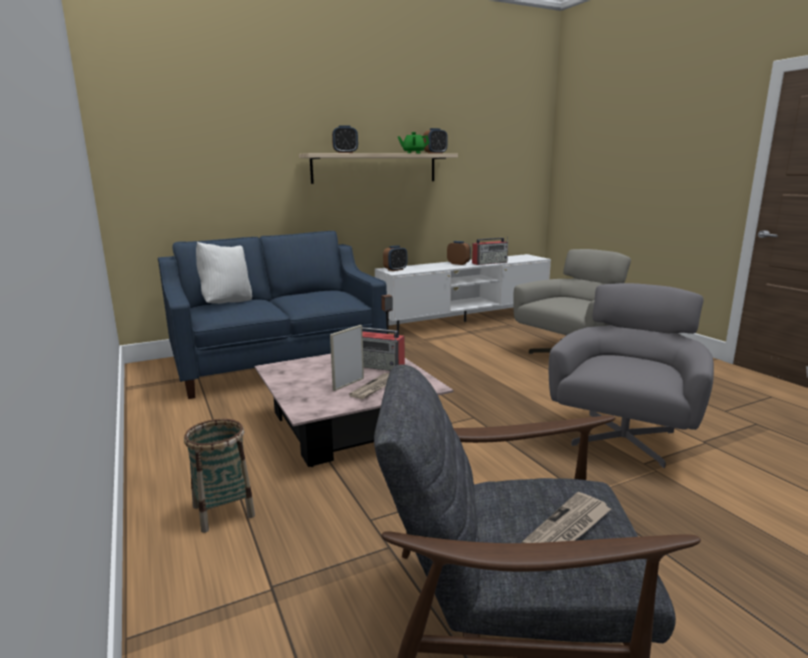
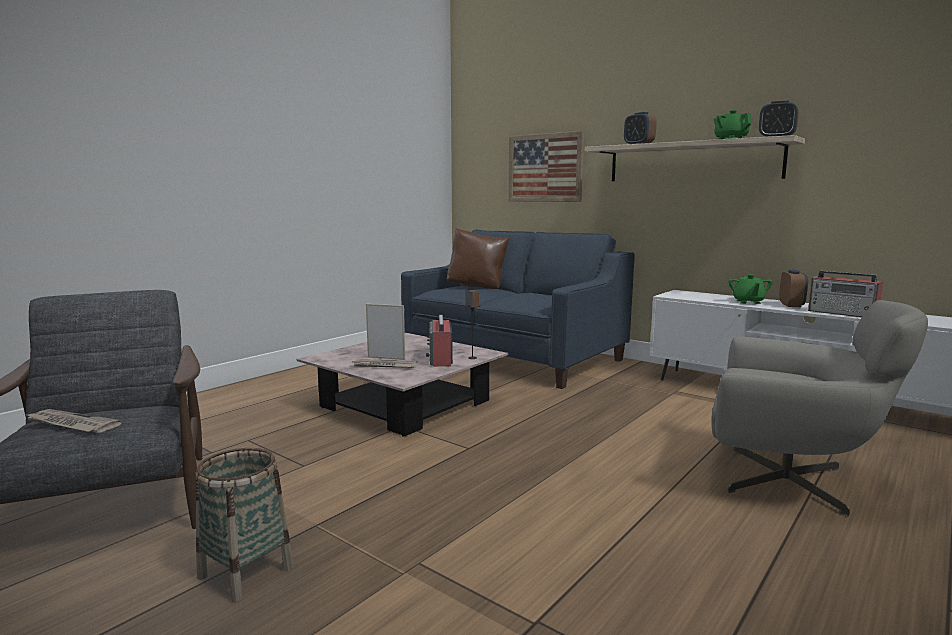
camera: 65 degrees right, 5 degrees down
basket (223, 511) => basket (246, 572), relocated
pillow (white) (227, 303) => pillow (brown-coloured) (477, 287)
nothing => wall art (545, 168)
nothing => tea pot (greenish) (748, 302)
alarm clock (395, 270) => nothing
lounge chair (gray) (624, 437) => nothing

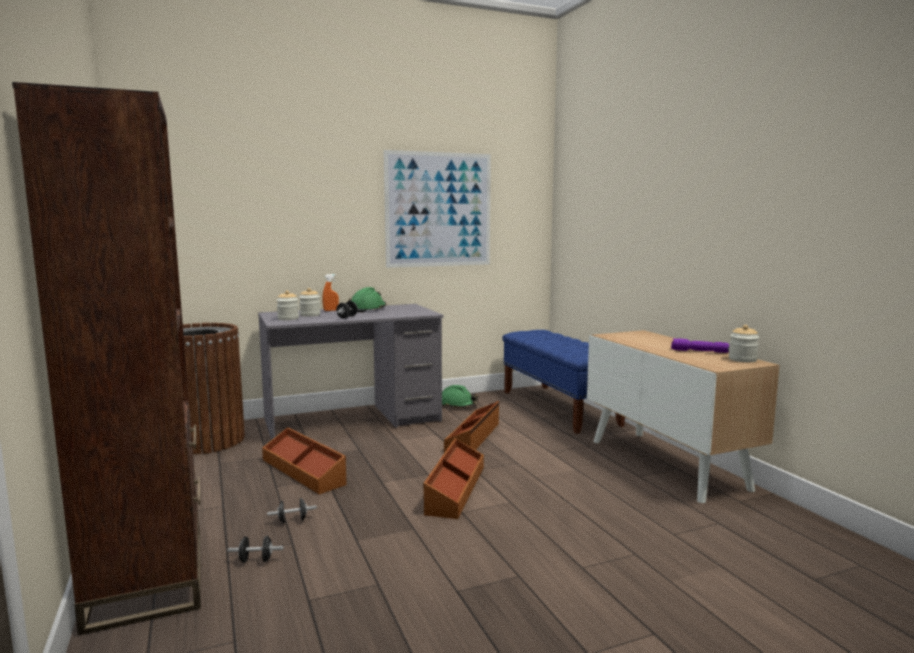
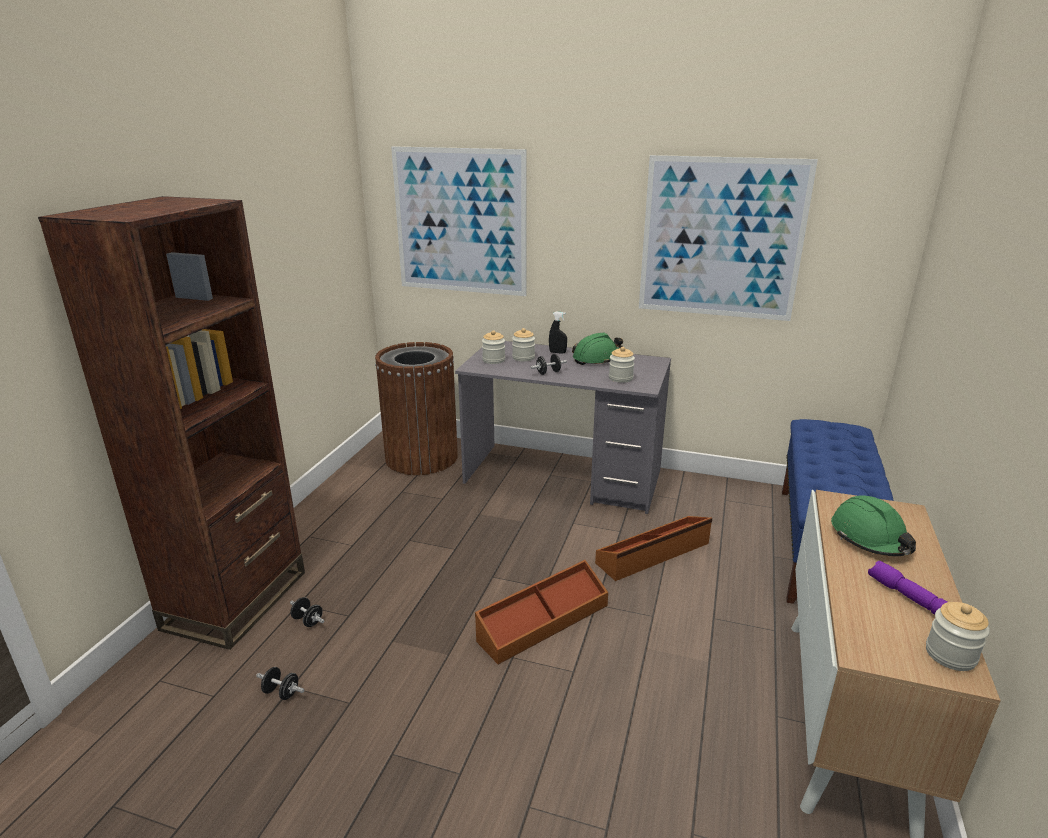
camera: 40 degrees right, 15 degrees up
hand weight (blackish) (292, 520) => hand weight (blackish) (281, 692), relocated
nothing => wall art (460, 222)
sprayer (orange) (331, 310) => sprayer (blackish) (557, 352)
nothing => preserve jar (620, 378)
hard hat (greenish) (458, 405) => hard hat (greenish) (870, 538), relocated
storage bin (brown-coloured) (304, 471) => nothing

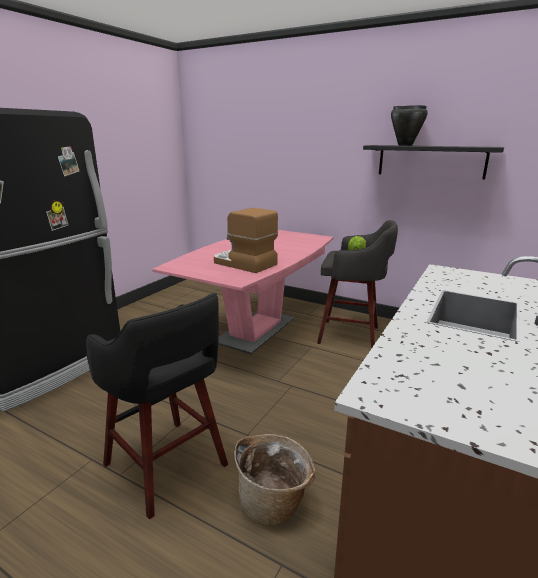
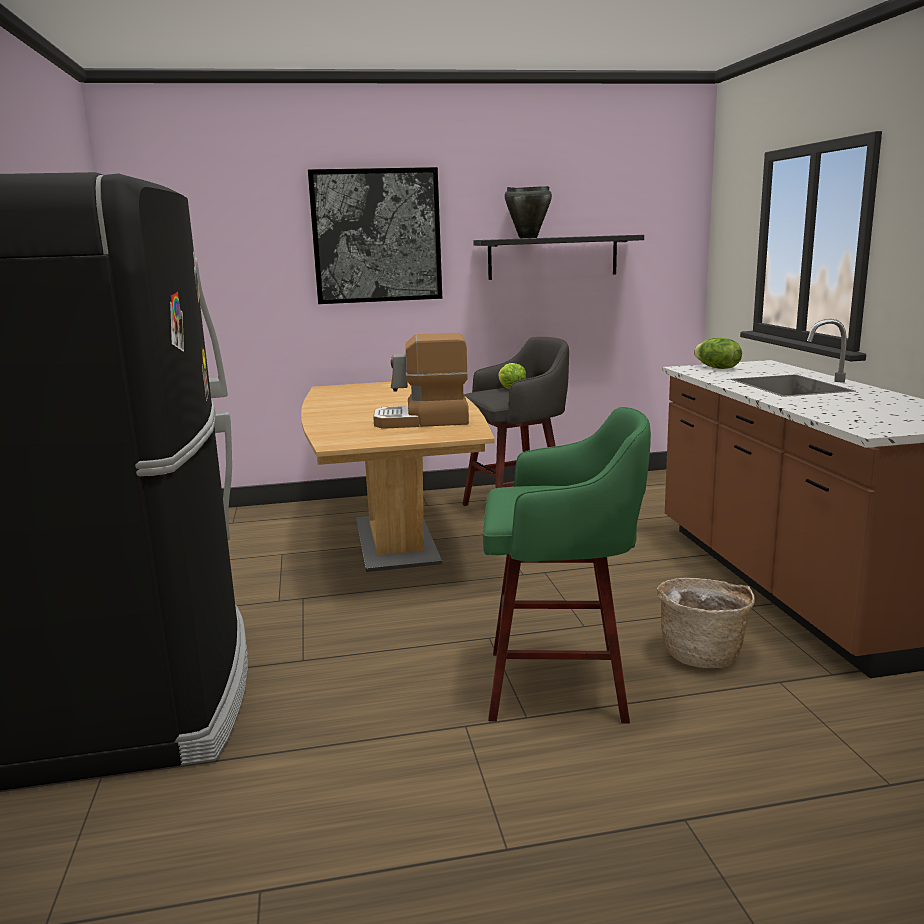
camera: 40 degrees left, 5 degrees down
kitchen table (pink-coloured) (256, 330) => kitchen table (brown-coloured) (396, 541)
nothing => wall art (376, 236)
stool seat (blackish) (168, 467) => stool seat (greenish) (562, 685)
nothing => lettuce (716, 368)

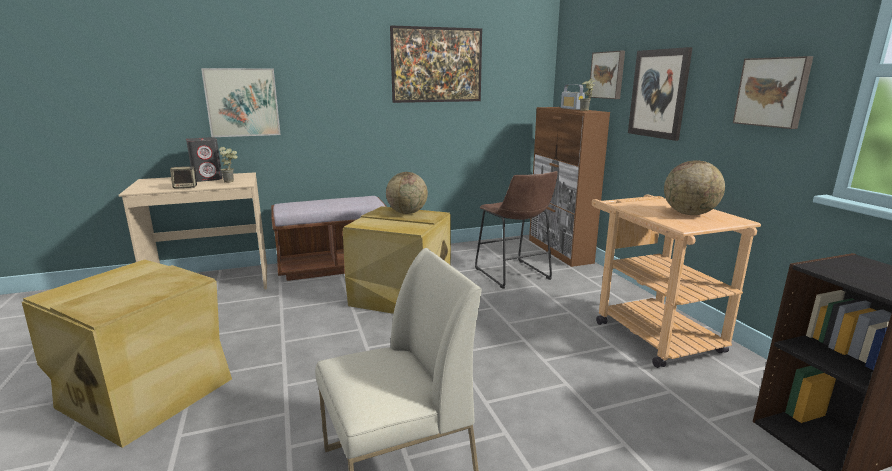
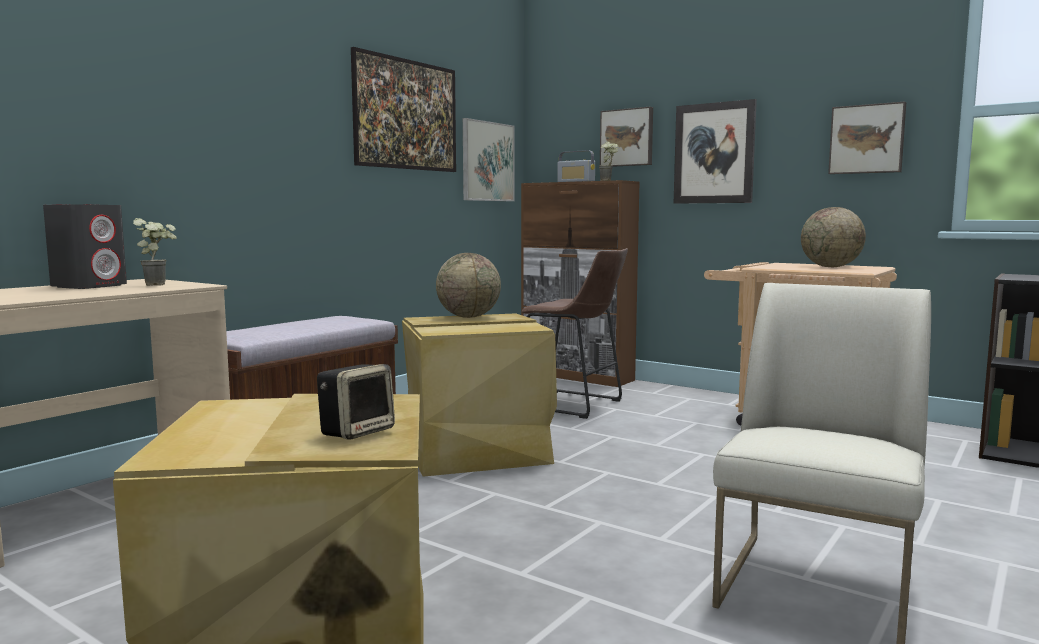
camera: 35 degrees left, 10 degrees down
speaker (186, 187) => speaker (357, 431), relocated
wall art (242, 102) => wall art (488, 161), relocated

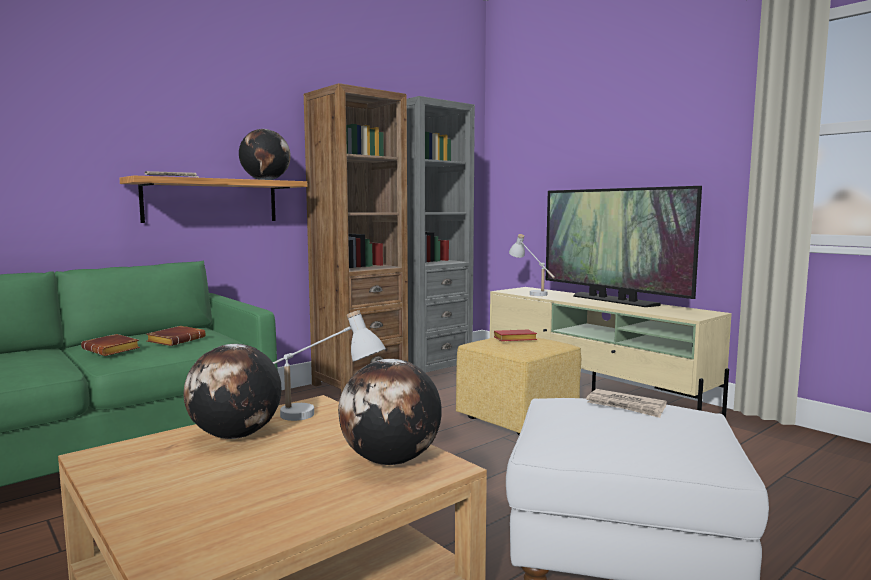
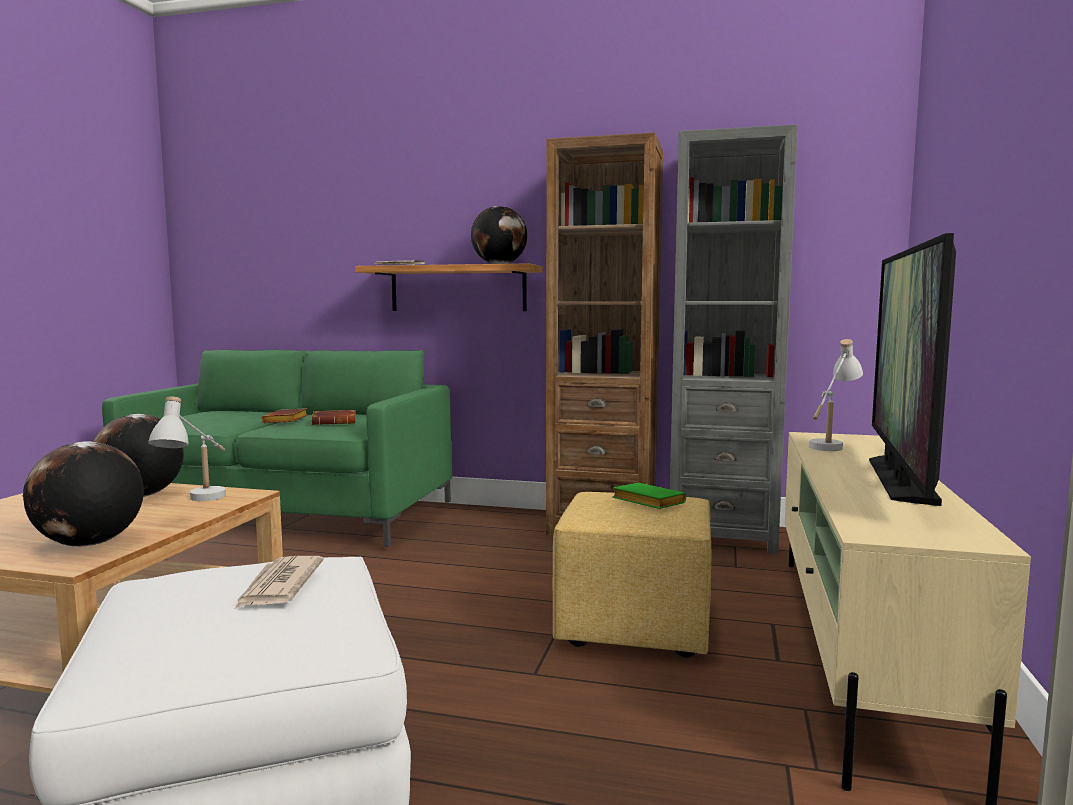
camera: 55 degrees right, 0 degrees up
volume (red-coloured) (514, 340) => volume (greenish) (646, 502)

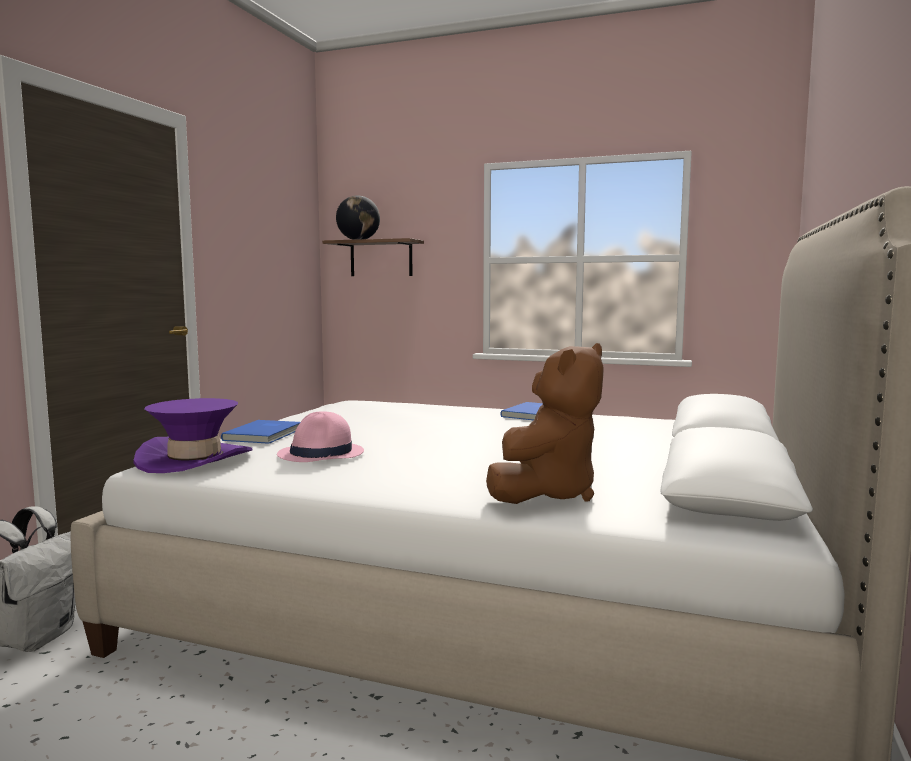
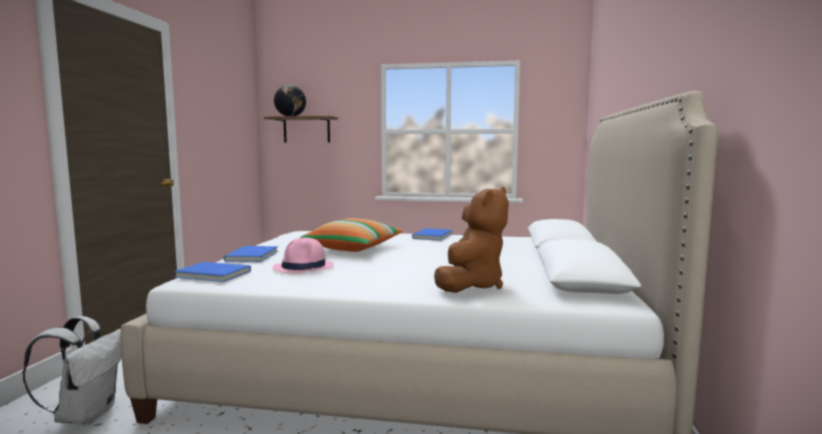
camera: 10 degrees left, 0 degrees up
hat (purple-coloured) (195, 459) => volume (blue-coloured) (213, 274)
nothing => pillow (353, 248)

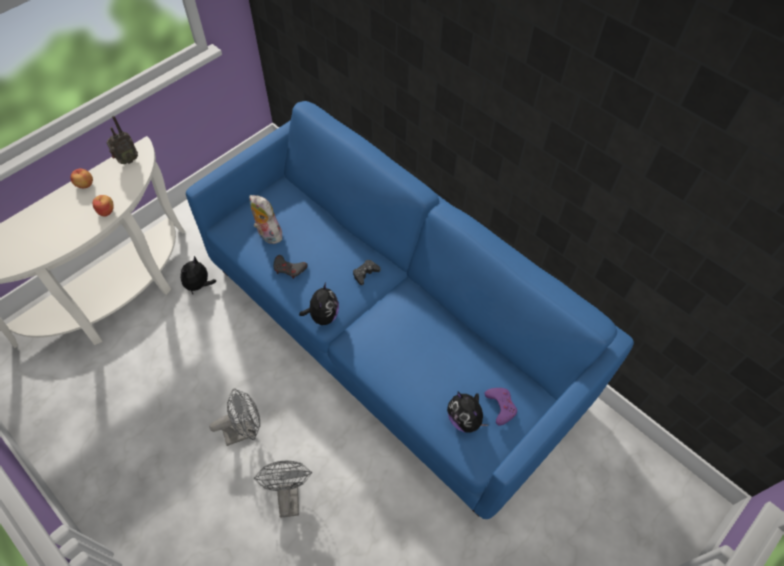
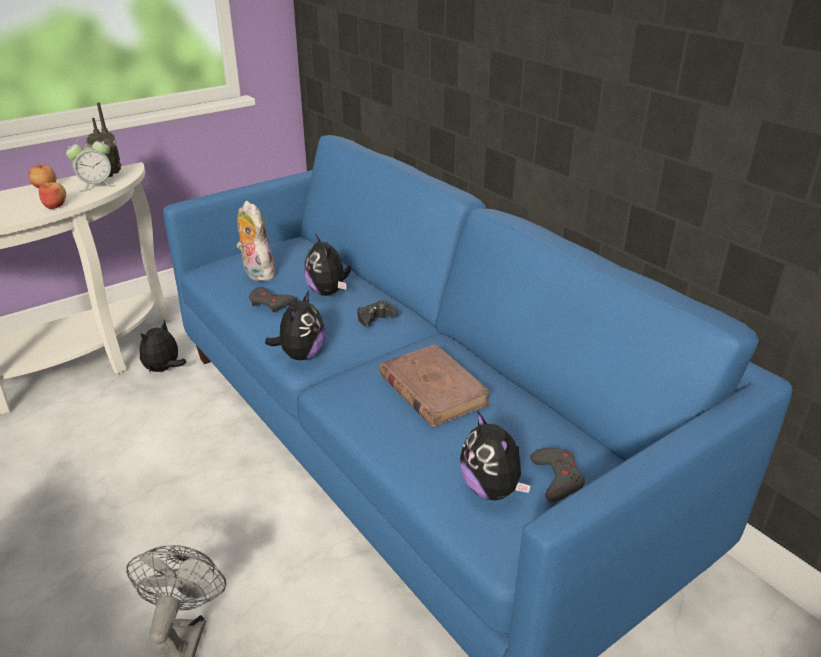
camera: 10 degrees right, 25 degrees down
nothing => alarm clock (96, 185)
nothing => plush toy (328, 292)
nothing => volume (brown-coloured) (433, 389)
joypad (purple-coloured) (500, 406) => joypad (gray) (557, 478)
electric fan (gray) (245, 430) => nothing

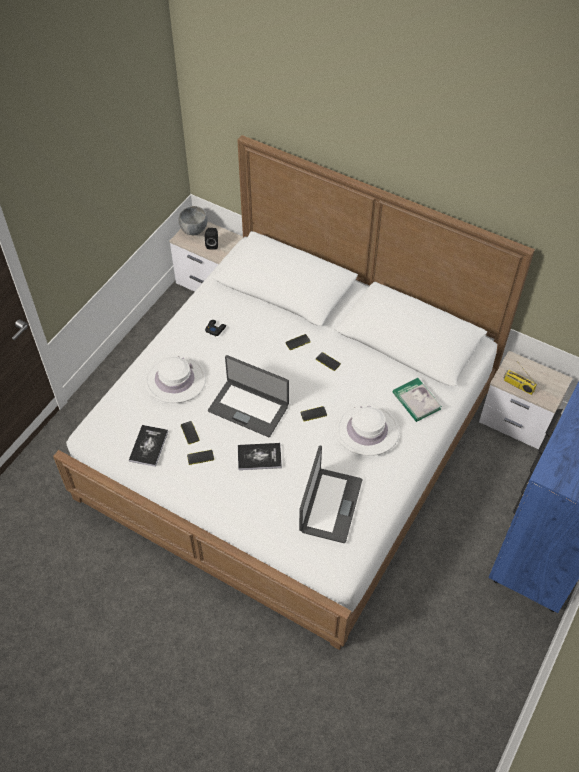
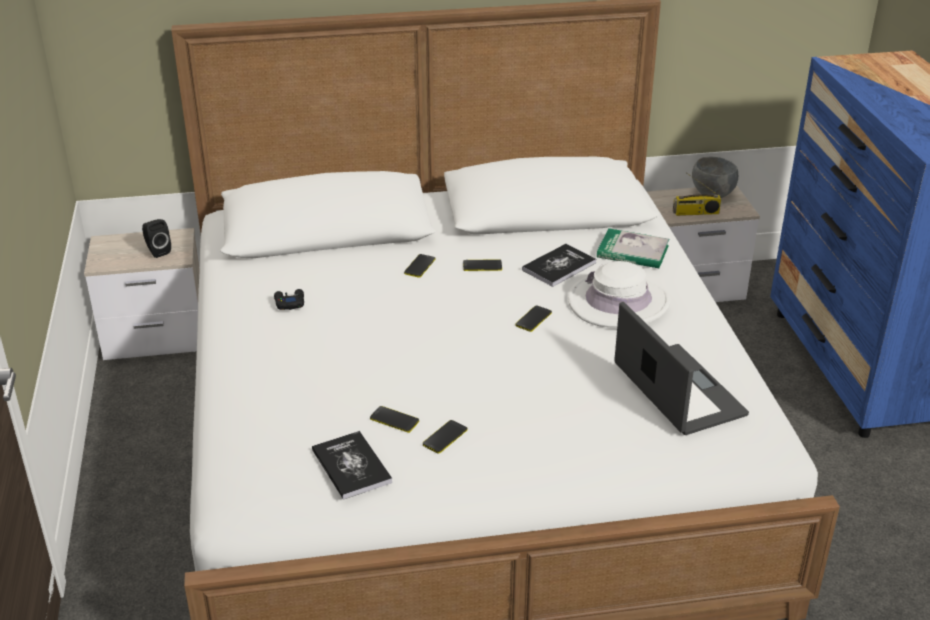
camera: 40 degrees left, 20 degrees down
volume (259, 457) => volume (559, 266), relocated
bowl (gray) (194, 230) => bowl (gray) (712, 194), relocated
hat (white) (175, 380) => nothing
laptop (249, 407) => nothing

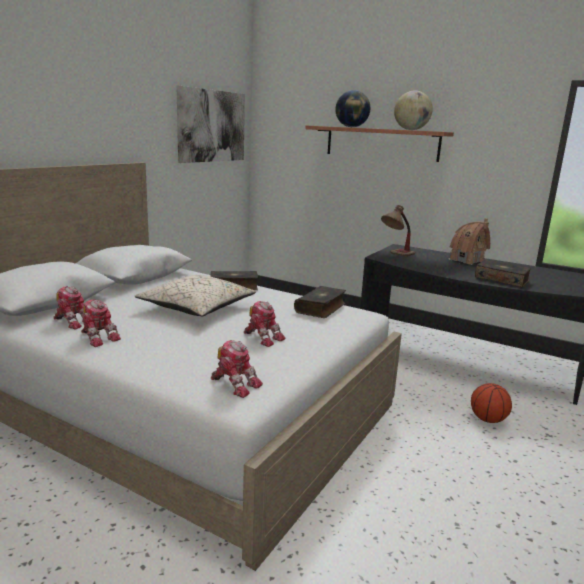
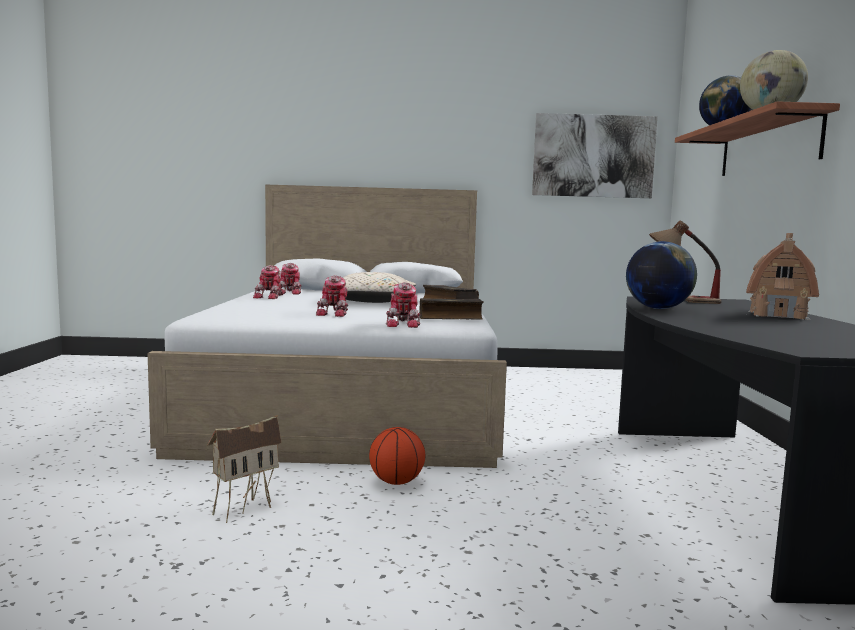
camera: 60 degrees right, 10 degrees down
nothing => miniature house (244, 508)
basketball ball (488, 420) => basketball ball (396, 482), relocated
toy robot (235, 384) => toy robot (404, 324), relocated
nothing => globe (658, 308)
volume (501, 279) => nothing

